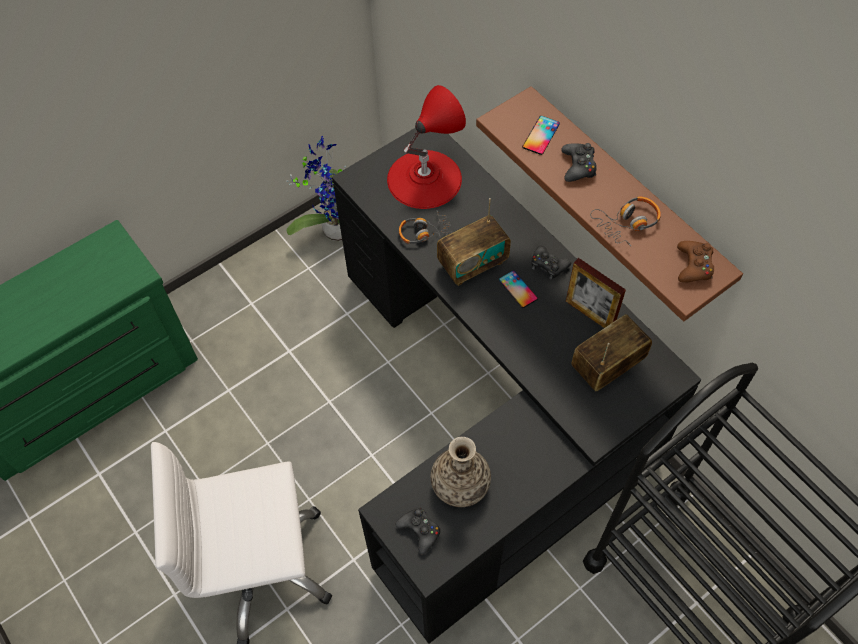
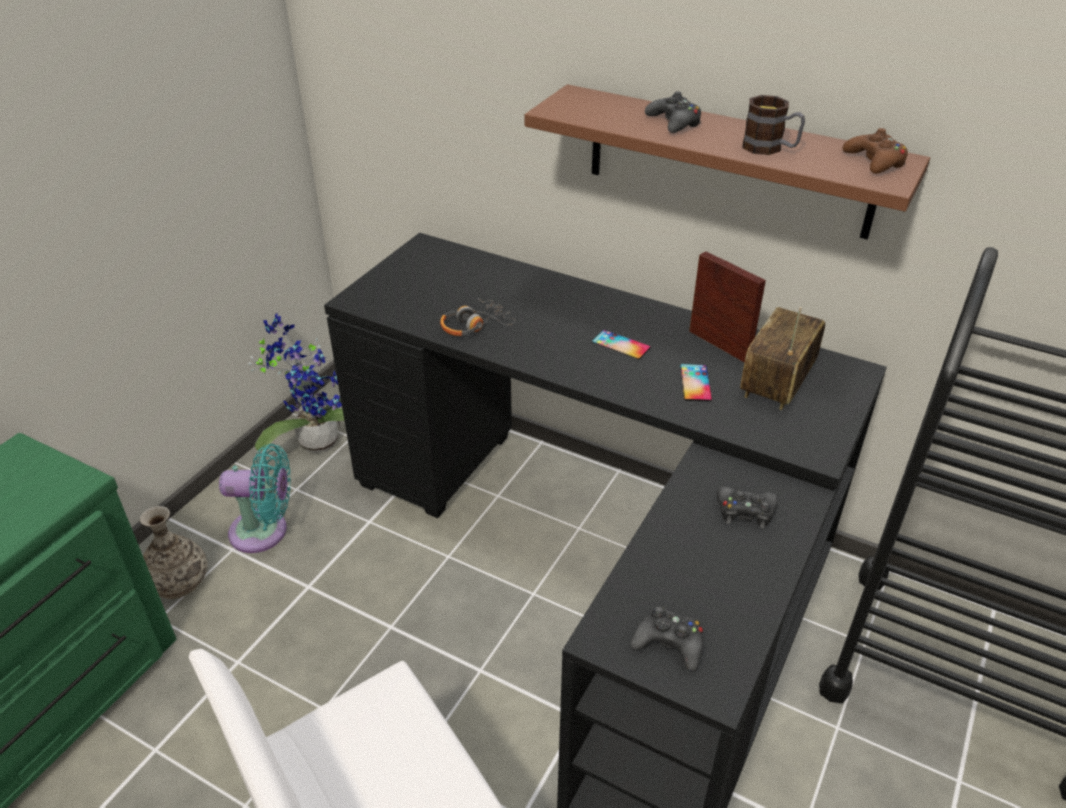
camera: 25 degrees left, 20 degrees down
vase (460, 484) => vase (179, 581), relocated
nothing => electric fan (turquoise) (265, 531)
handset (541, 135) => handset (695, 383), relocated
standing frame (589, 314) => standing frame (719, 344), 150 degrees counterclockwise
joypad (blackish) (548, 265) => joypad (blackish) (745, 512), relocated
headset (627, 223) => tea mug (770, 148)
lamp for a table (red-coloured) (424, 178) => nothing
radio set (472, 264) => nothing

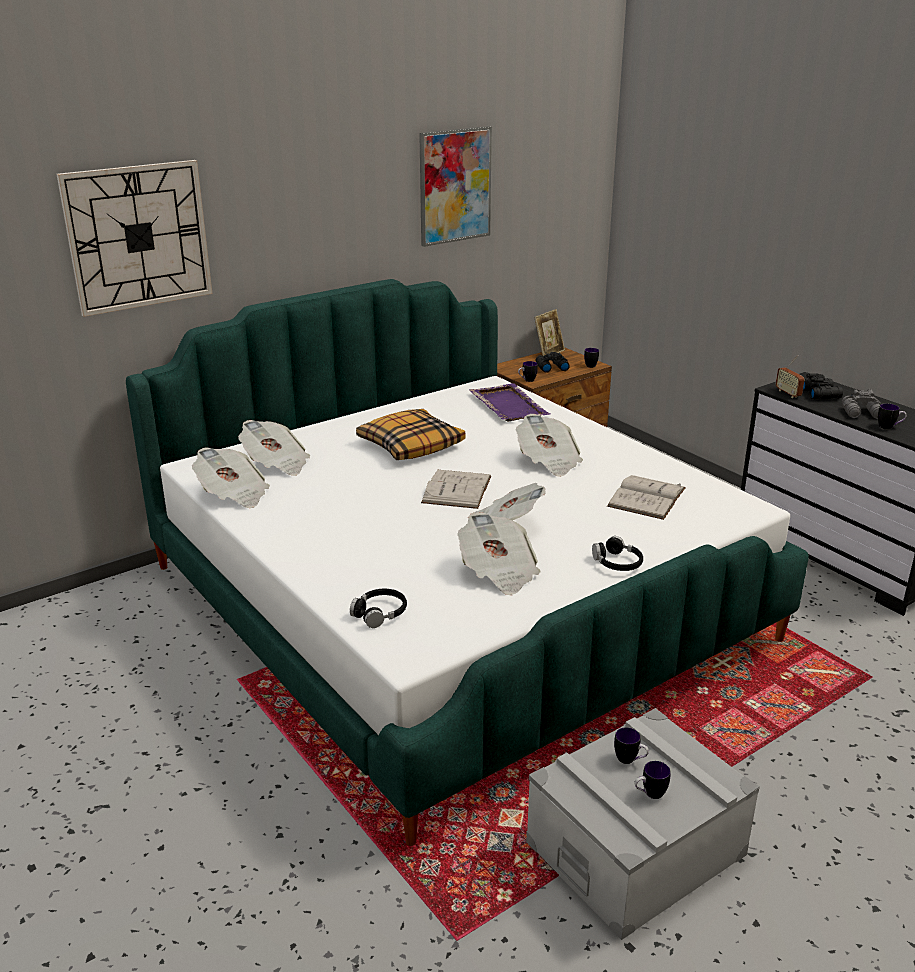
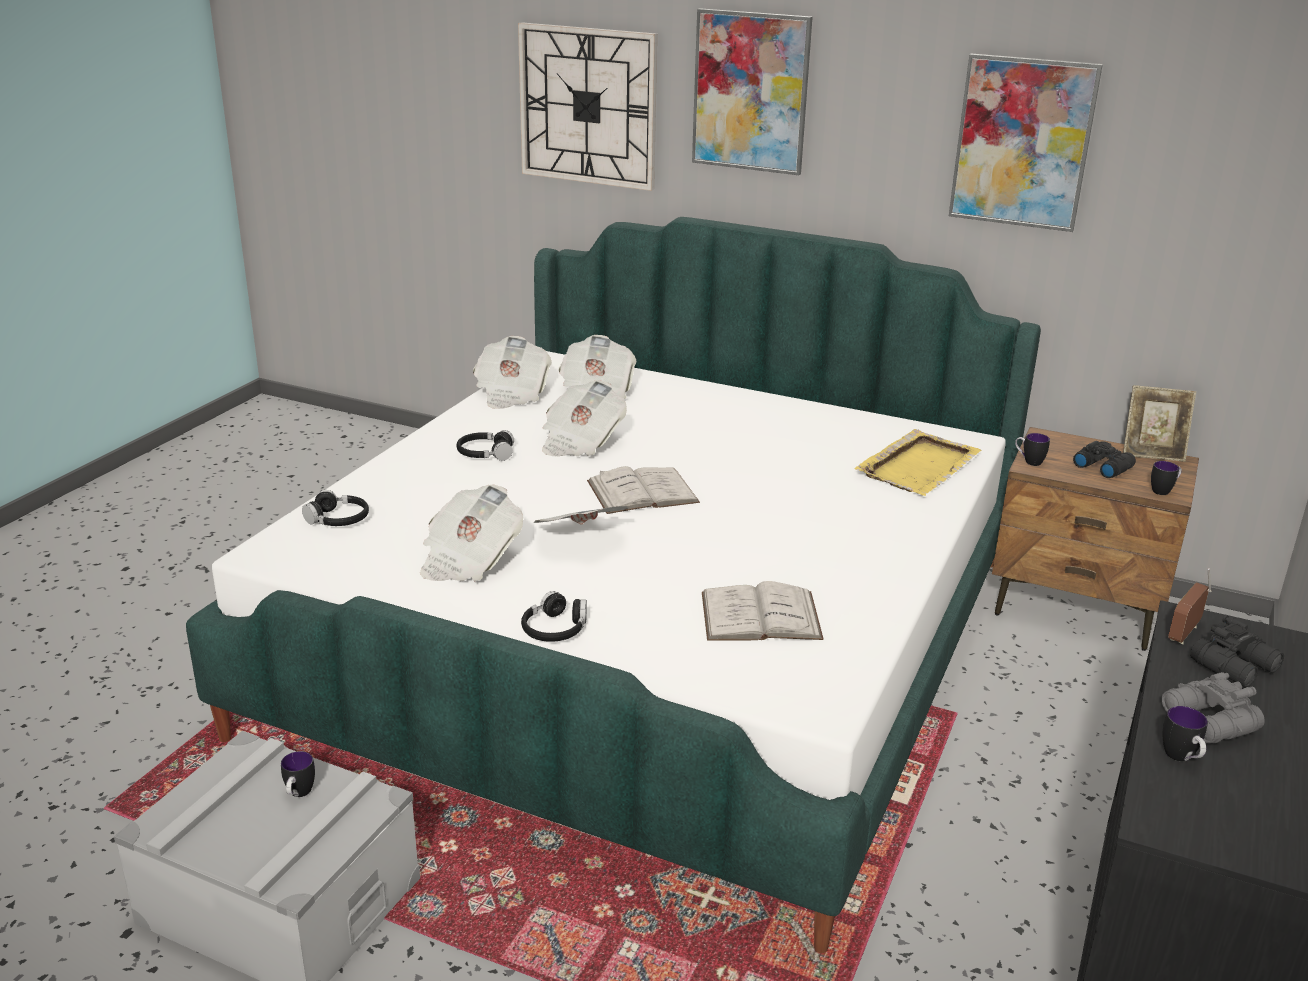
camera: 60 degrees right, 0 degrees up
nothing => headset (blackish) (485, 453)
printed paper (548, 461) => printed paper (580, 442), relocated
nothing => wall art (750, 92)
tray (purple-coloured) (508, 405) => tray (yellowish) (919, 466)
pillow (410, 445) => nothing
tea mug (649, 794) => nothing

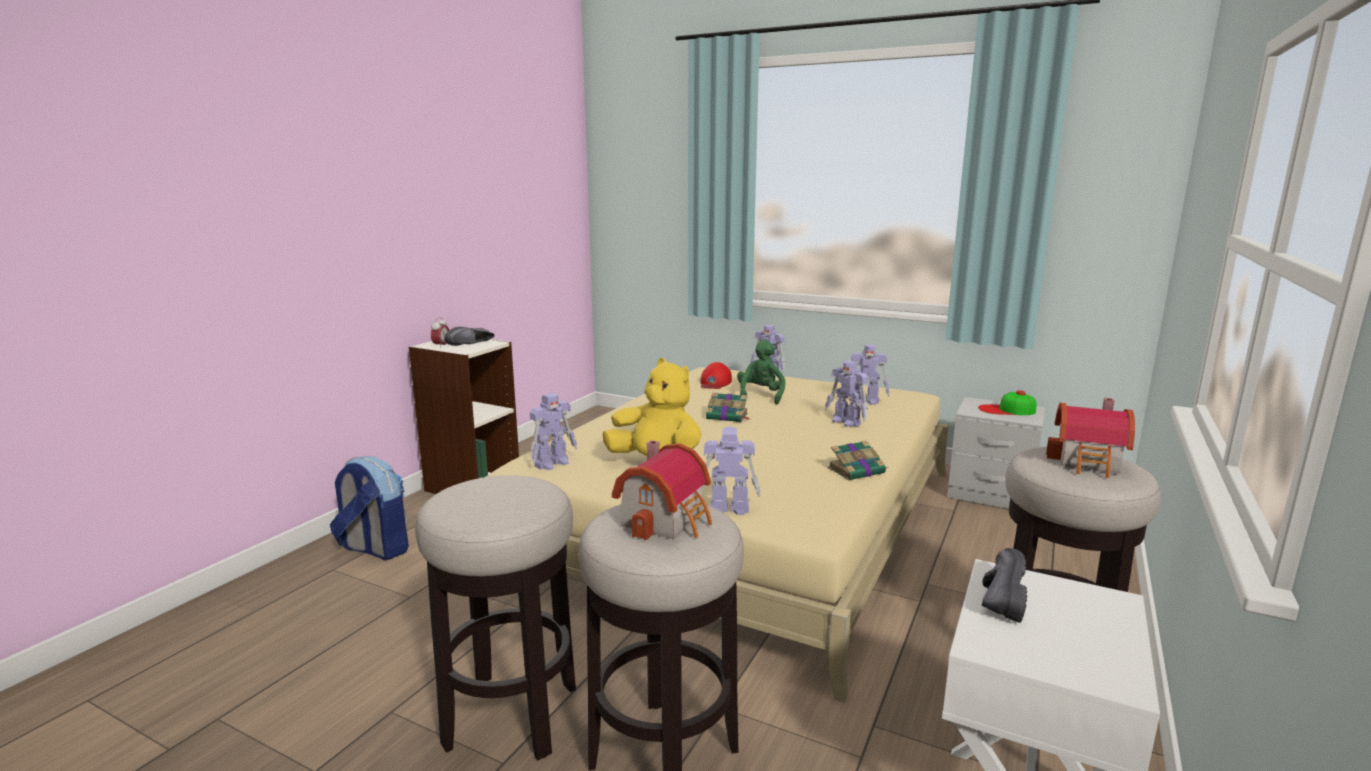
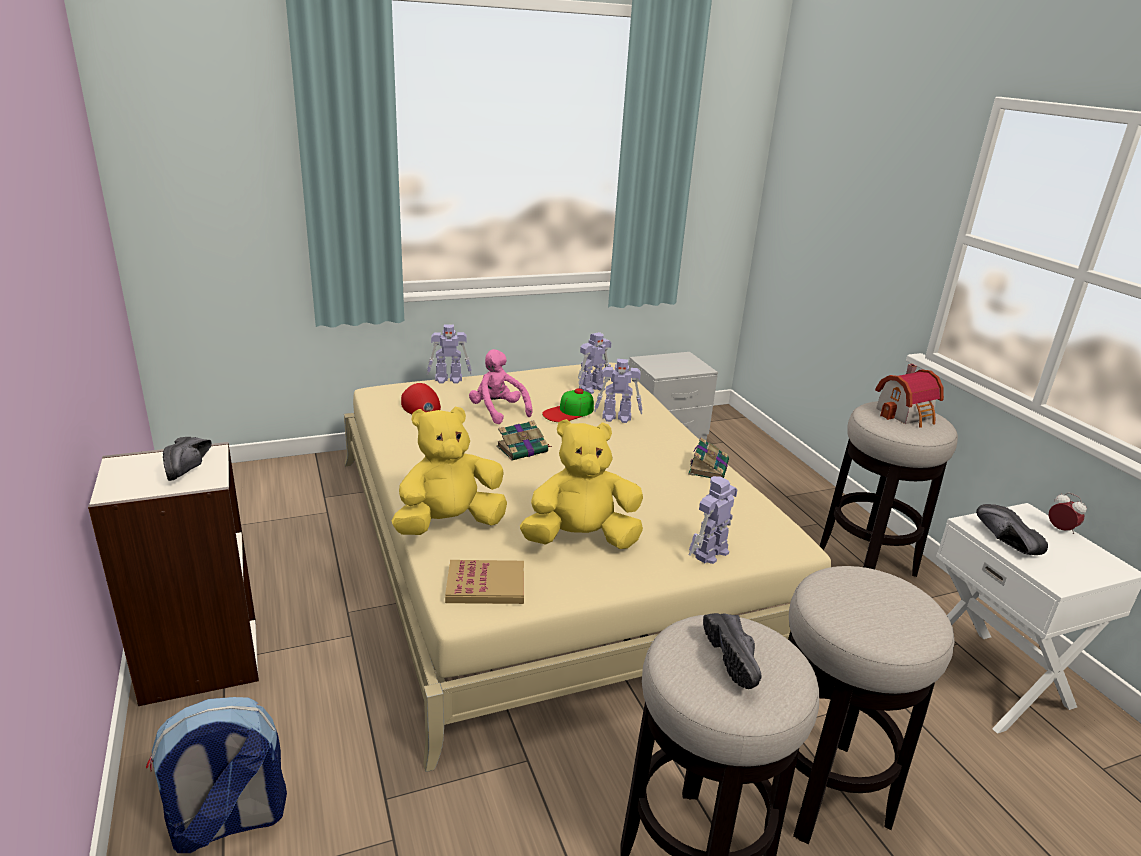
camera: 50 degrees left, 10 degrees up
nothing => plush toy (yellowish) (449, 524)
toy robot (553, 463) => volume (485, 585)
plush toy (greenish) (760, 396) => plush toy (pink-coloured) (498, 411)
baseball cap (1006, 410) => baseball cap (569, 412), relocated
nothing => item of footwear (blackish) (736, 660)
alarm clock (441, 346) => alarm clock (1060, 530), relocated
miniature house (668, 520) => nothing

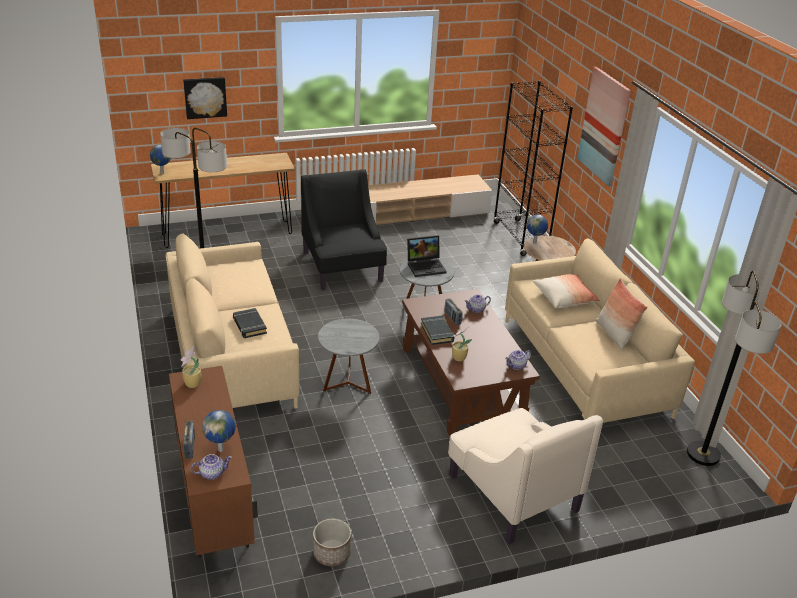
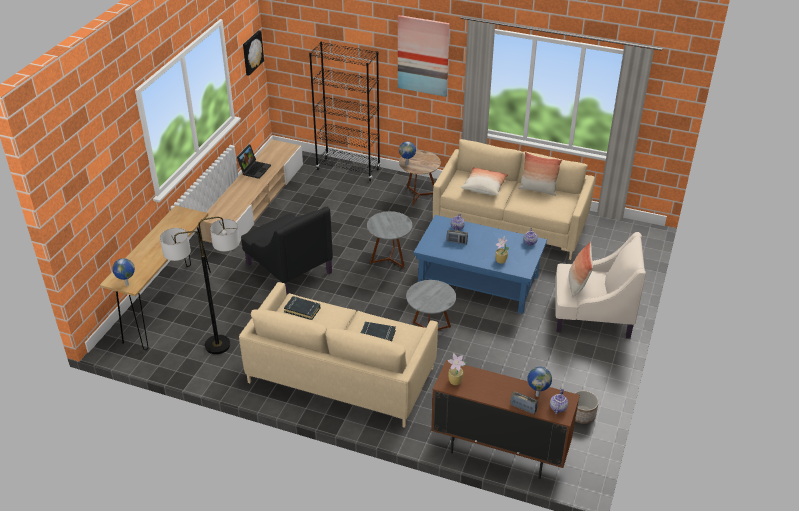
camera: 50 degrees left, 5 degrees up
laptop (426, 266) => laptop (254, 169), relocated
lounge chair (blackish) (342, 267) => lounge chair (blackish) (288, 268), 150 degrees counterclockwise
wall art (205, 97) => wall art (252, 52), relocated
volume (blackish) (437, 332) => volume (blackish) (302, 310), relocated
lounge table (brown-coloured) (462, 383) => lounge table (blue-coloured) (478, 281)
nothing => pillow (577, 285)
standing lamp (703, 454) => nothing

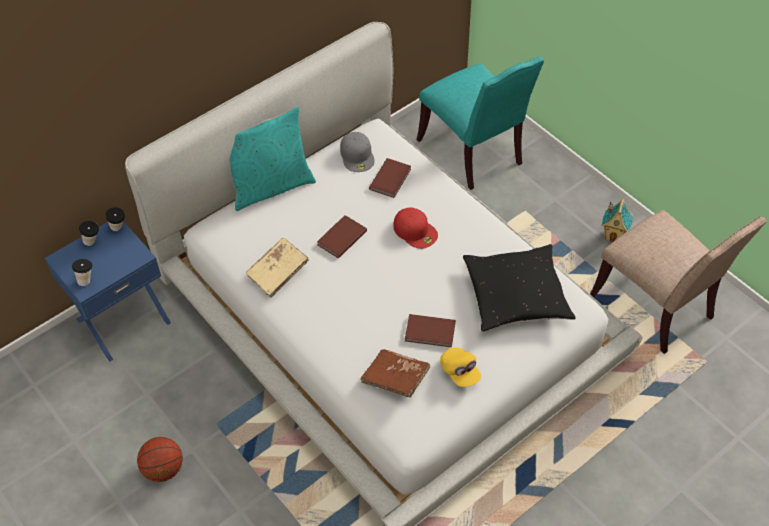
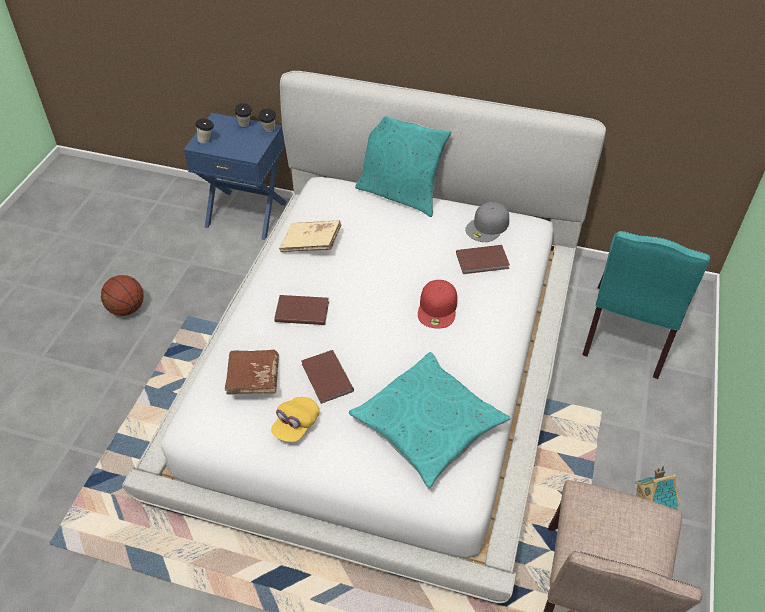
camera: 55 degrees right, 5 degrees down
volume (brown-coloured) (340, 238) => volume (brown-coloured) (301, 311), relocated
pillow (blackish) (516, 295) => pillow (turquoise) (428, 425)

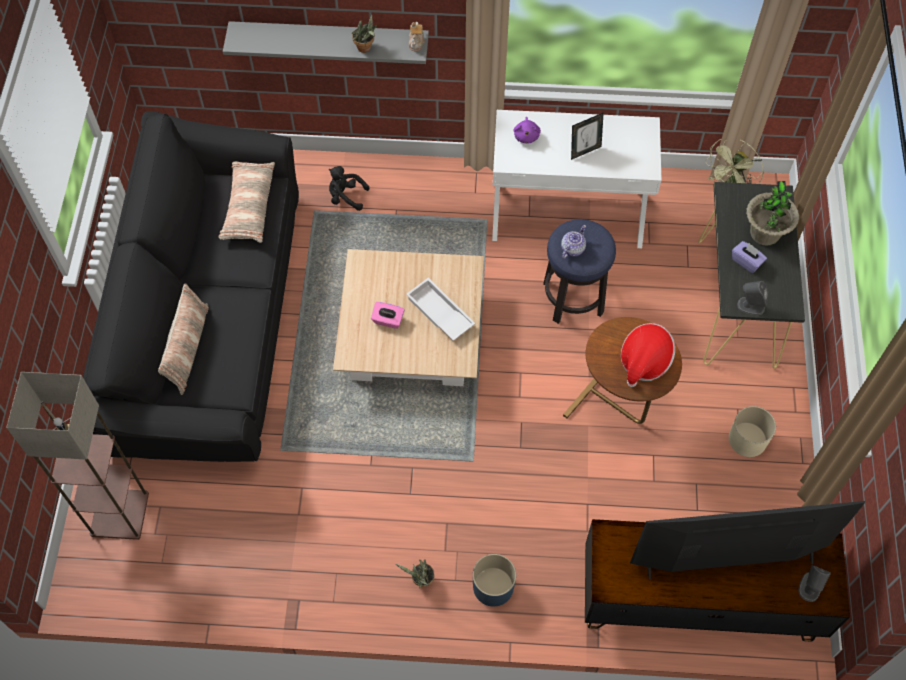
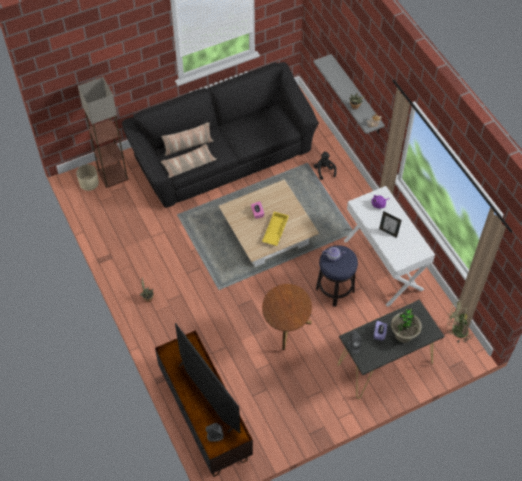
camera: 60 degrees right, 5 degrees down
plant pot (beige-coloured) (747, 440) => plant pot (beige-coloured) (89, 183), relocated
pillow (248, 207) => pillow (188, 164), relocated
tray (white) (439, 313) => tray (yellowish) (275, 230)
plant pot (blue-coloured) (493, 587) => nothing
hat (644, 361) => nothing

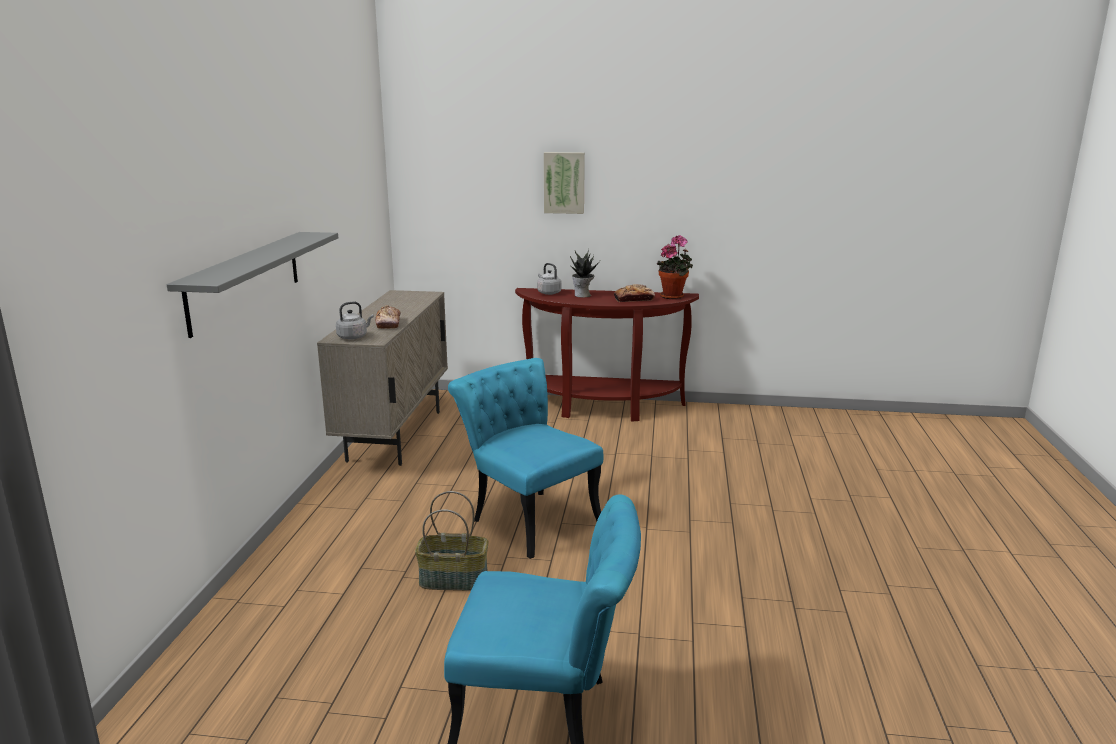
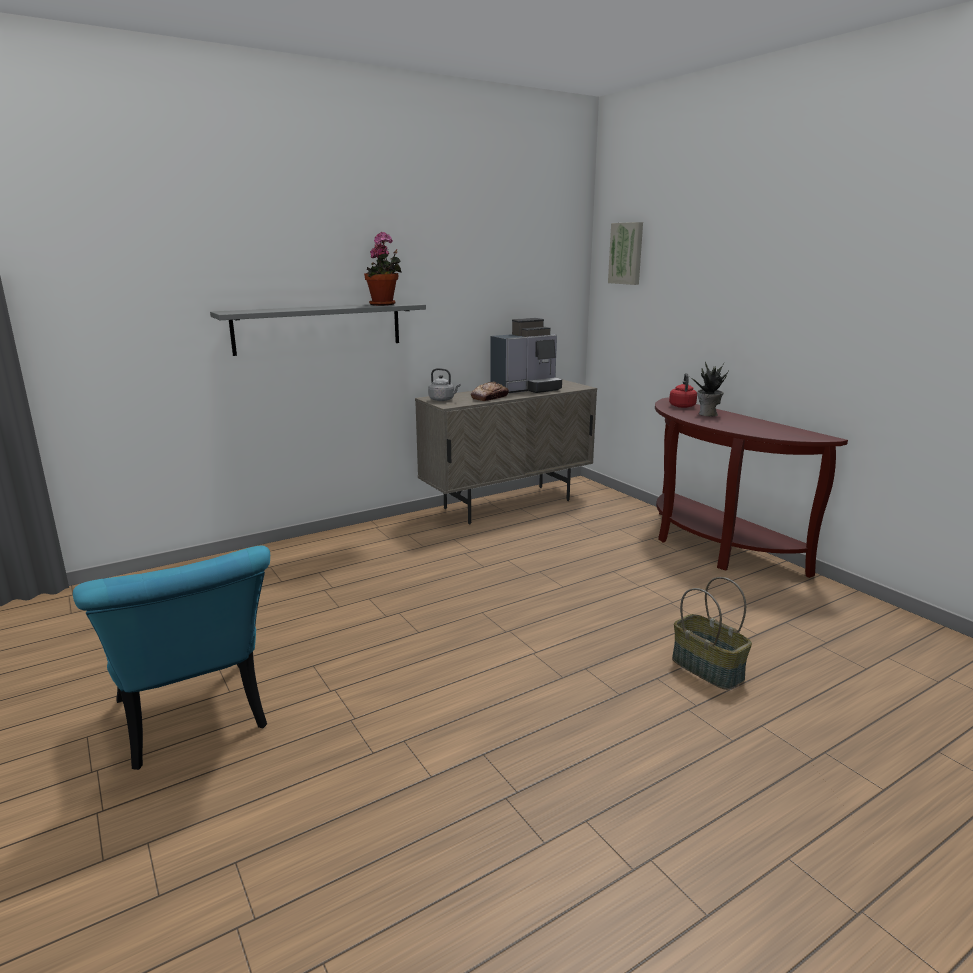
camera: 50 degrees right, 0 degrees up
potted plant (674, 296) => potted plant (384, 304), relocated
nothing => coffee maker (527, 388)
wall art (564, 182) => wall art (627, 253), relocated
tea kettle (gray) (548, 293) => tea kettle (red-coloured) (682, 406)
basket (454, 579) => basket (708, 669), relocated
chair (turquoise) (527, 518) => nothing
bread (634, 299) => nothing

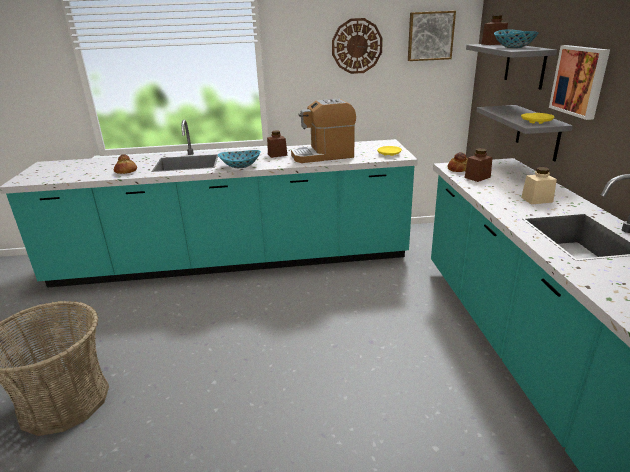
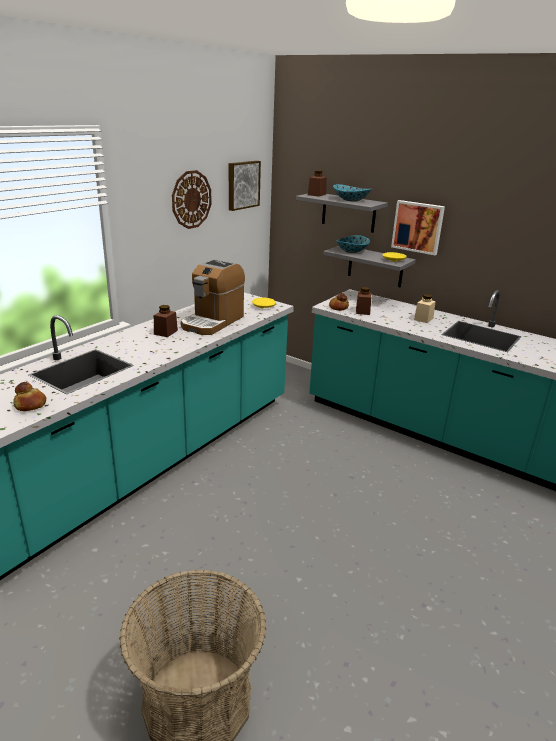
camera: 50 degrees left, 0 degrees up
bowl (240, 166) => bowl (351, 251), relocated

